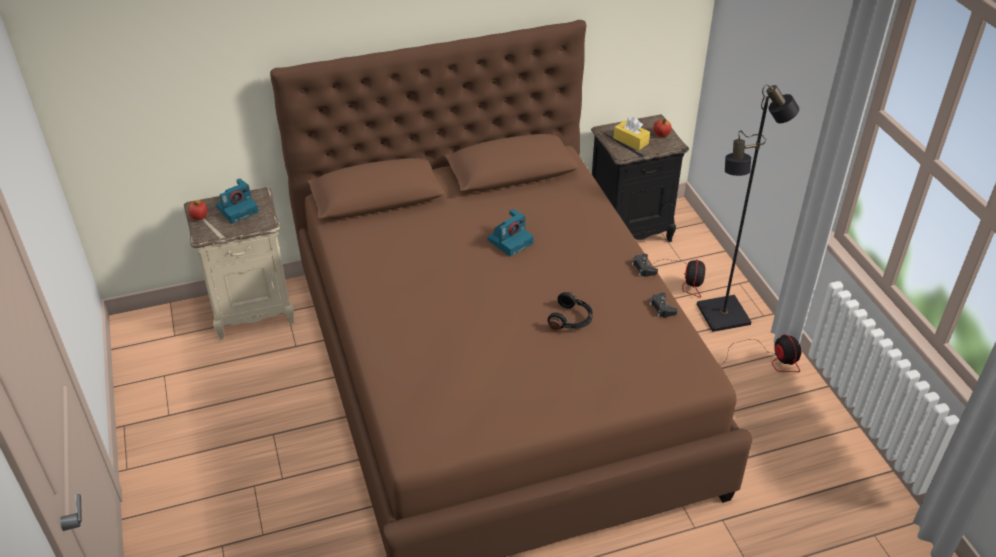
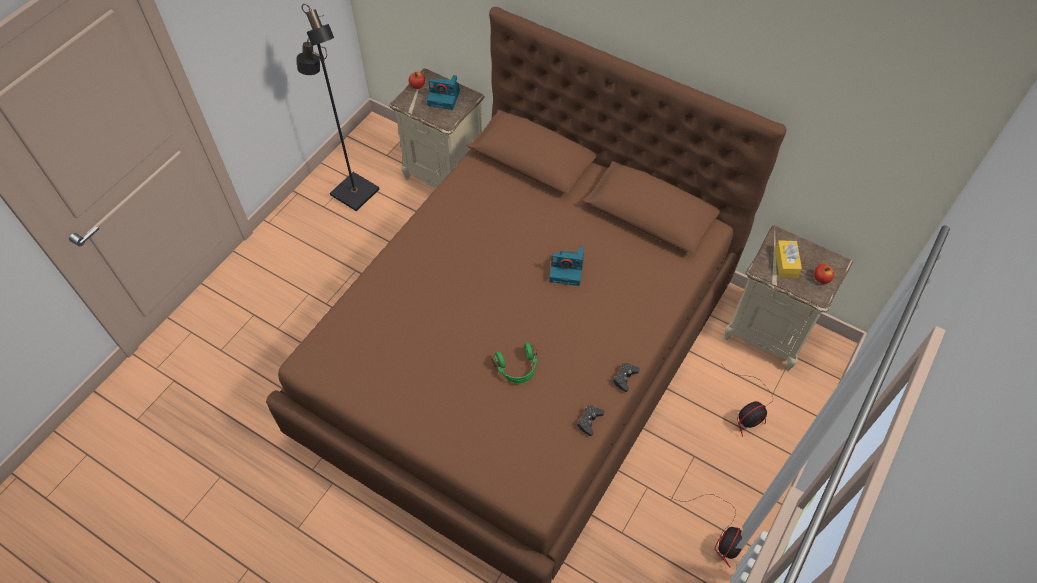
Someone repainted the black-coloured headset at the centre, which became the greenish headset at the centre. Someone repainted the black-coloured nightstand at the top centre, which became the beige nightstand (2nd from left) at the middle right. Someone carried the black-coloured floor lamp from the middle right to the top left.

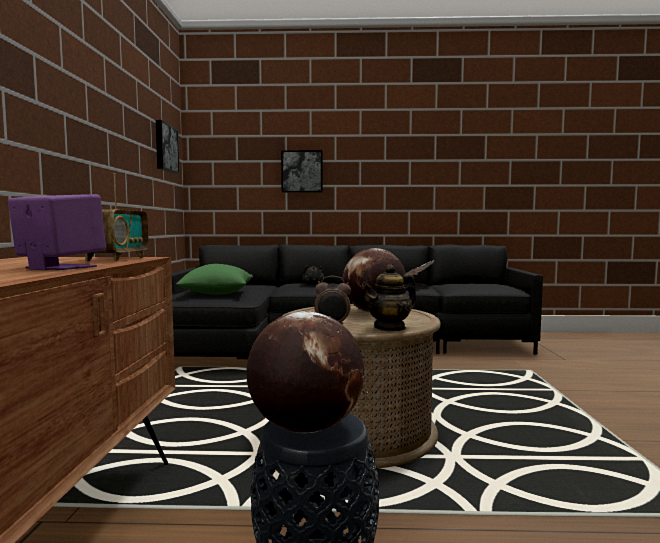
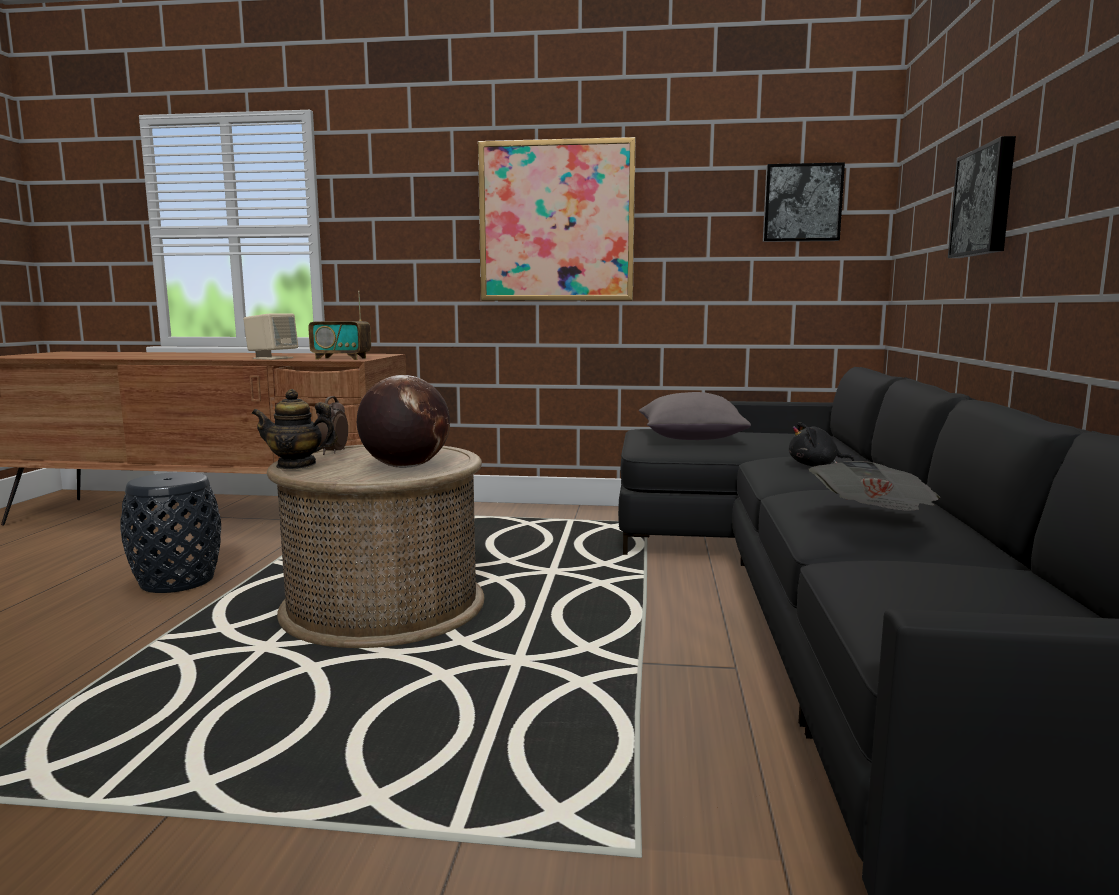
Someone repainted the purple-coloured loudspeaker at the middle left, which became the beige loudspeaker at the middle left. Someone repainted the greenish pillow at the middle left, which became the gray pillow at the centre. Someone took away the world globe (1st from left) at the bottom centre. Someone rotated the teapot at the centre by 60 degrees counterclockwise. Someone put up the wall art (1st from left) at the top centre.

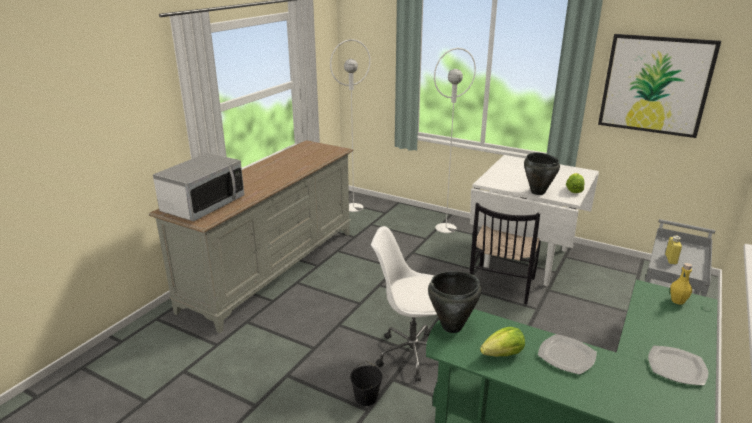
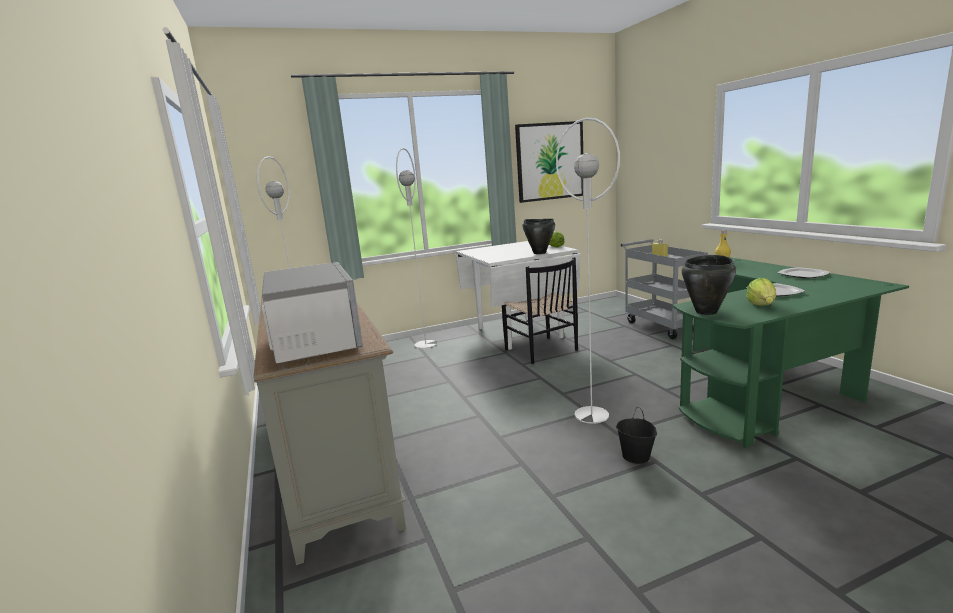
Someone swapped the whitish office chair at the bottom centre for the whitish floor lamp (3rd from left) at the centre.

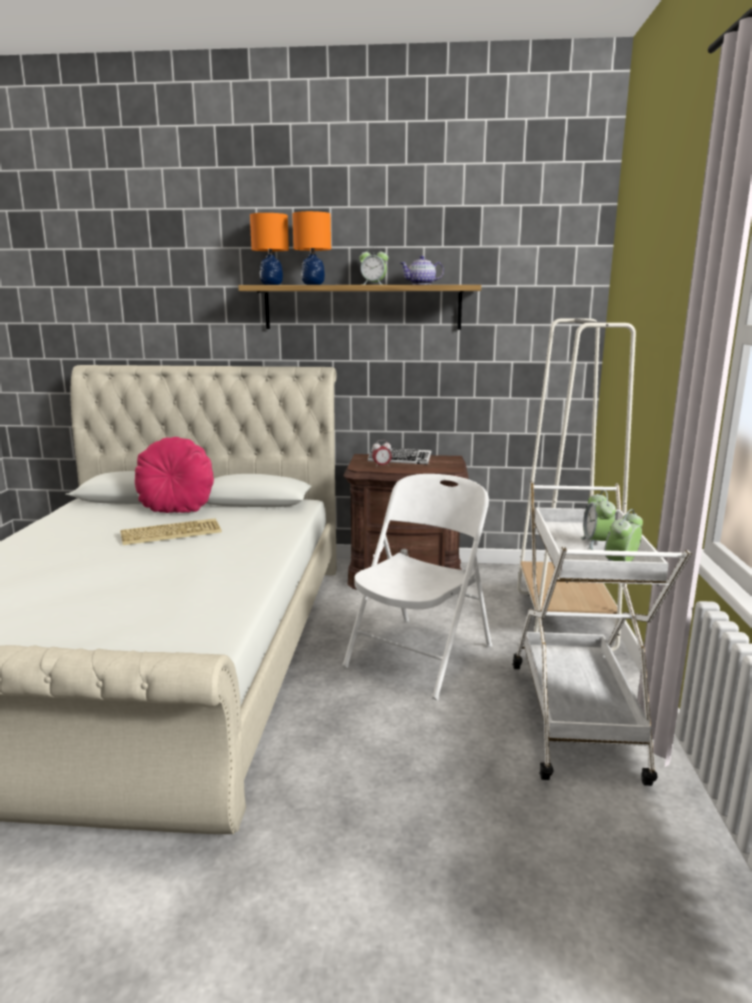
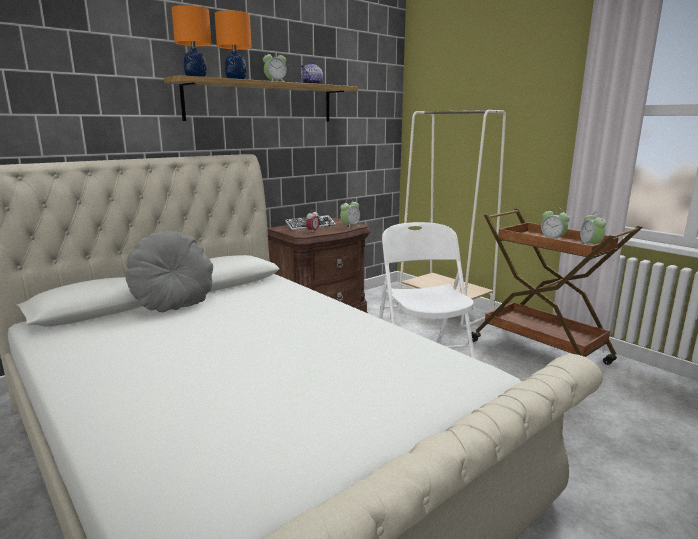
Someone took away the computer keyboard (1st from left) at the middle left. Someone repainted the pinkish pillow at the middle left, which became the gray pillow at the middle left. Someone repainted the whitish cart at the middle right, which became the brown-coloured cart at the middle right. Someone put down the table clock (3rd from left) at the centre.

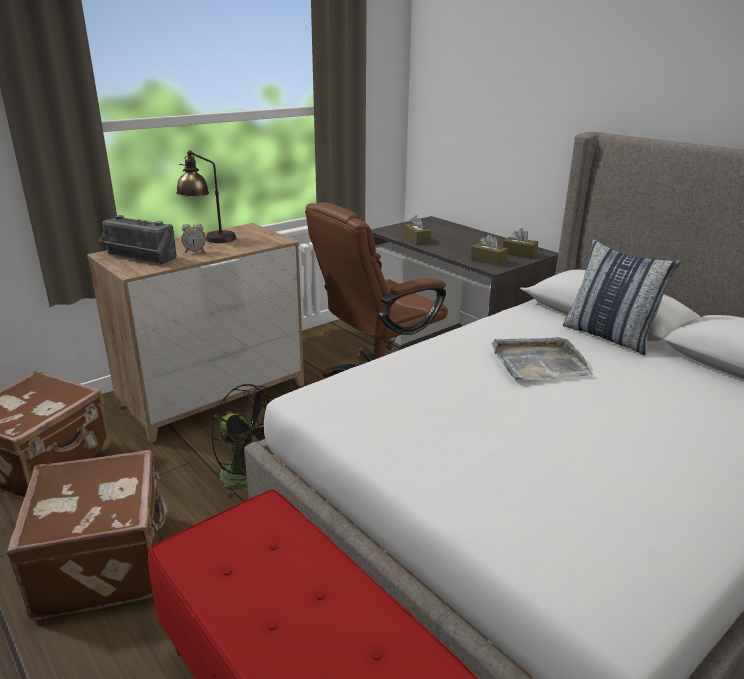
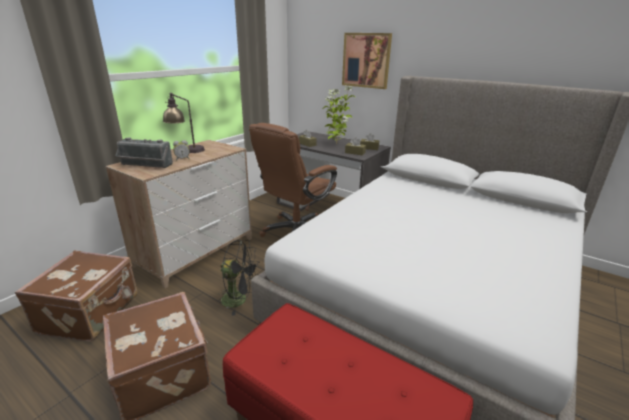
Someone took away the gray serving tray at the middle right. Someone took away the pillow at the middle right. Someone put down the plant in a pot at the top centre. Someone put up the wall art at the top centre.

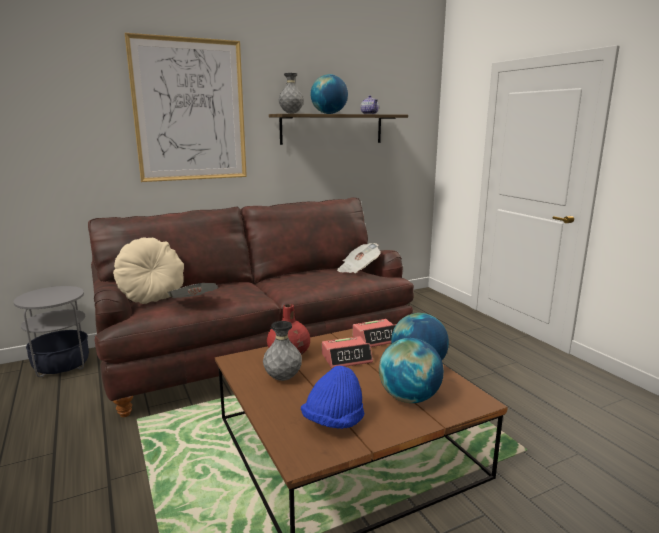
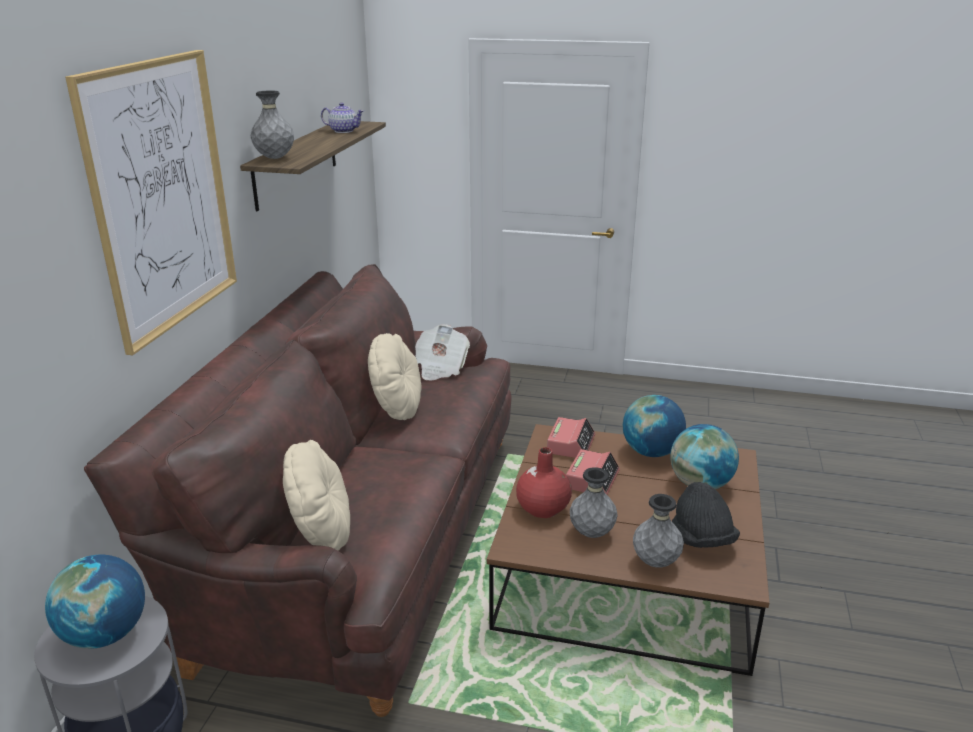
Someone took away the daily paper (1st from left) at the middle left. Someone repainted the blue hat at the bottom centre, which became the black-coloured hat at the bottom right. Someone carried the world globe (1st from left) from the top centre to the bottom left. Someone put down the beige pillow (2nd from left) at the centre. Someone put down the gray decorative vase (3rd from left) at the bottom right.

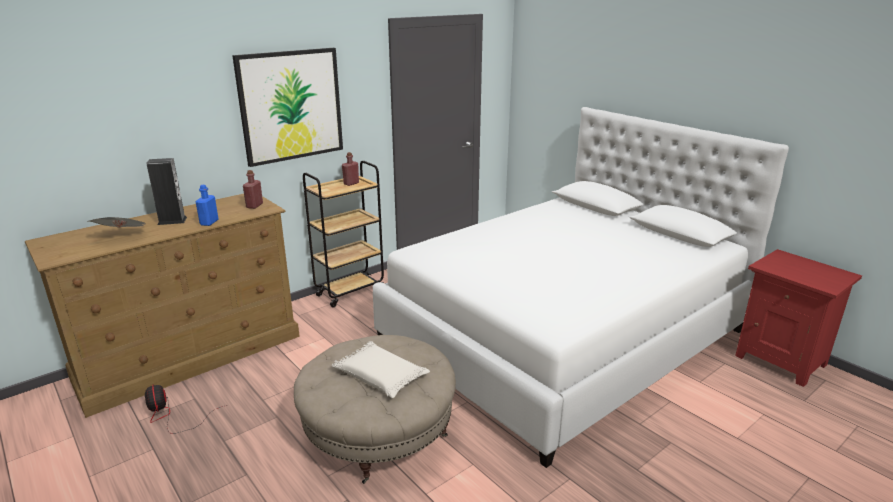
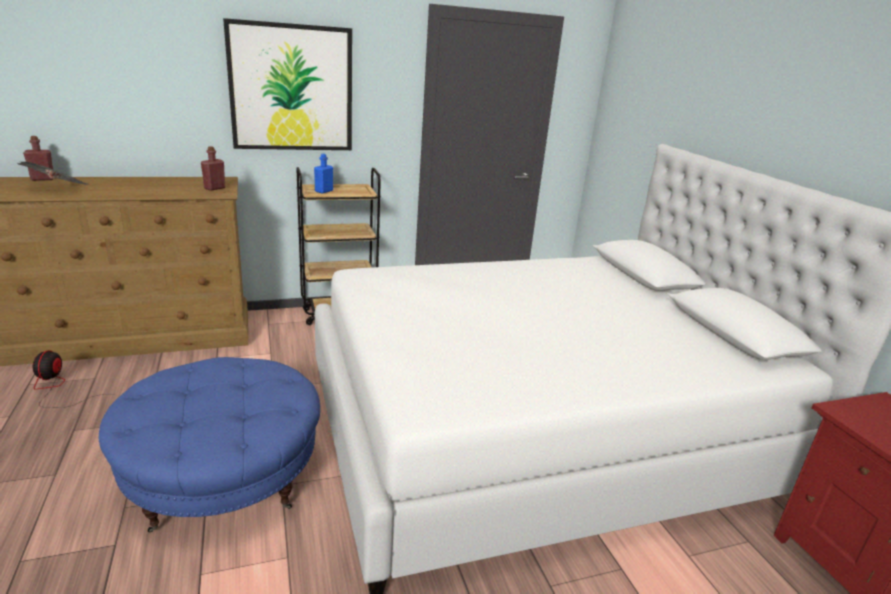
Someone took away the loudspeaker at the middle left. Someone carried the blue bottle from the middle left to the top centre. Someone repainted the beige pouffe at the bottom centre, which became the blue pouffe at the bottom left. Someone took away the whitish pillow at the bottom centre. Someone carried the red-coloured bottle (2nd from left in the first image) from the centre to the top left.

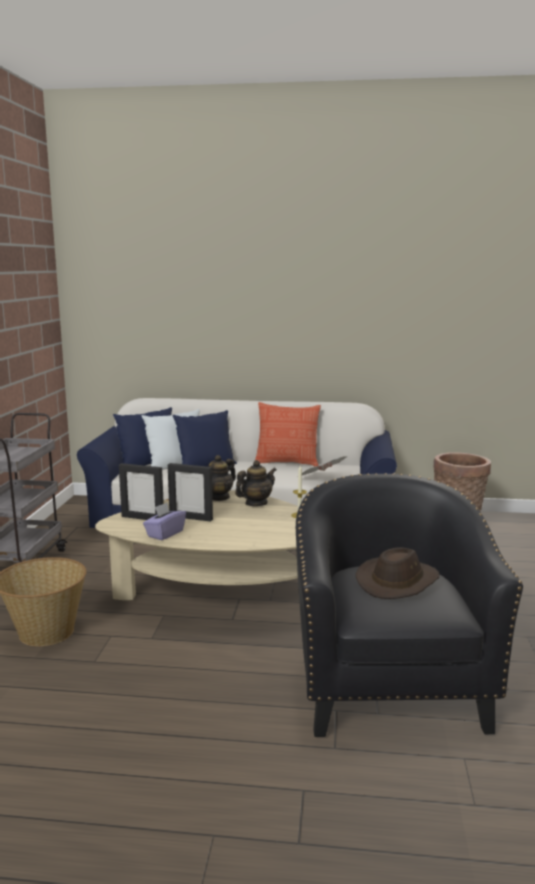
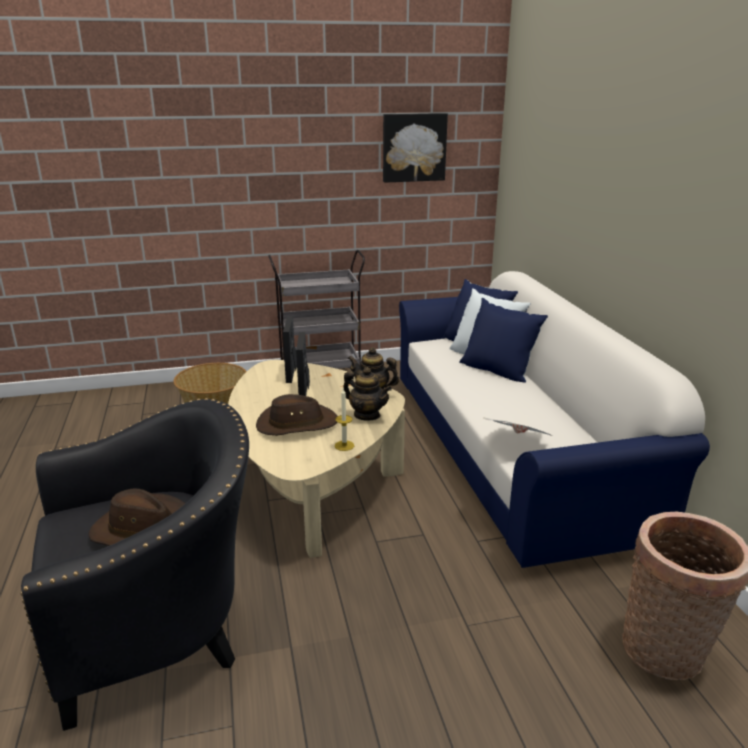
Someone took away the purple-coloured box of tissues at the middle left. Someone took away the orange-coloured pillow at the centre. Someone put down the brown-coloured hat (2nd from left) at the centre. Someone put up the wall art at the top centre.

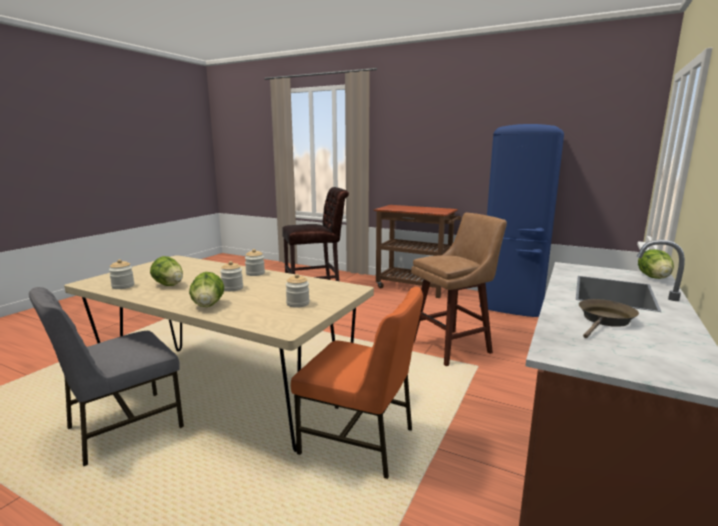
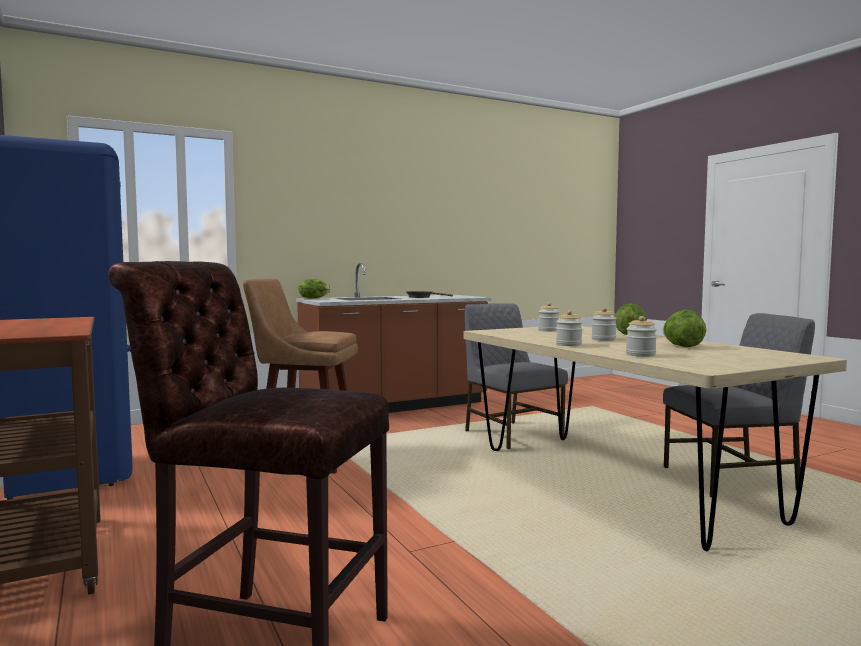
Someone carried the storage jar (1st from left in the first image) from the middle left to the middle right. Someone repainted the orange-coloured upright chair at the bottom centre, which became the gray upright chair (1st from left) at the centre.

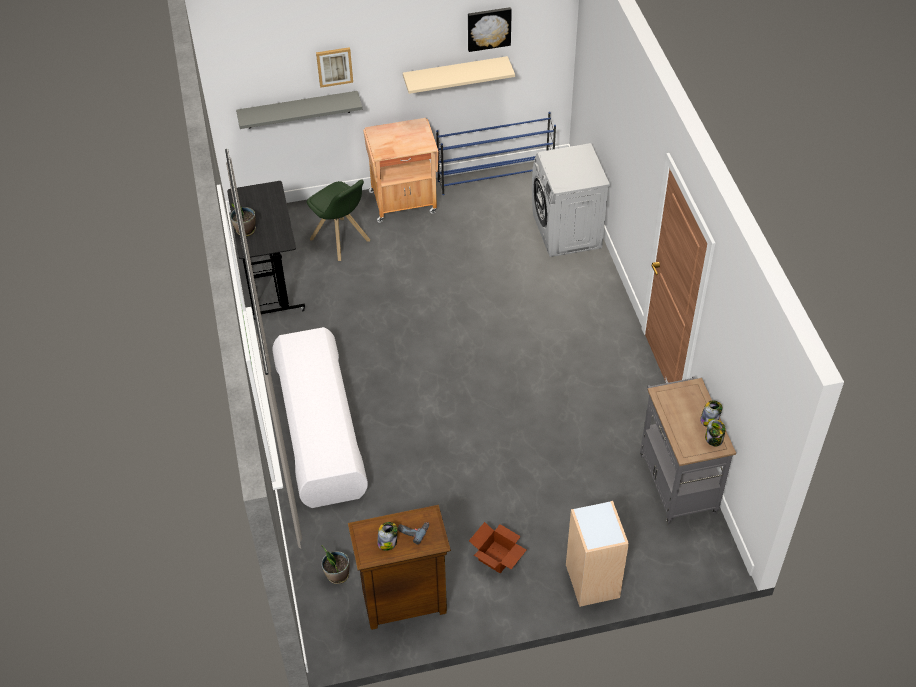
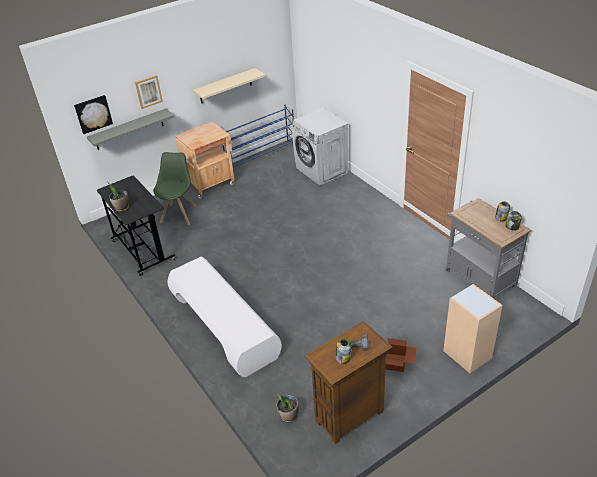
Someone rotated the greenish upright chair at the top centre by 105 degrees counterclockwise. Someone carried the wall art (2nd from left in the first image) from the top centre to the top left.

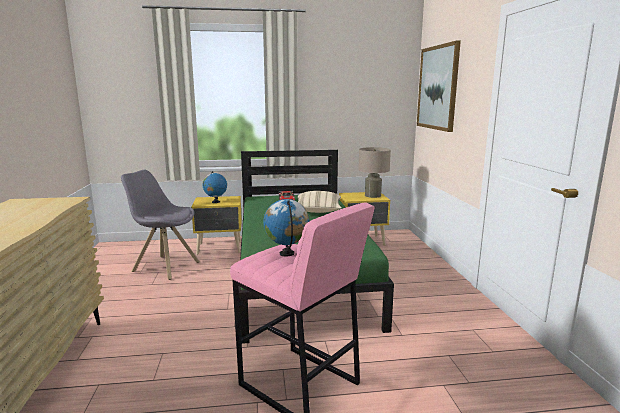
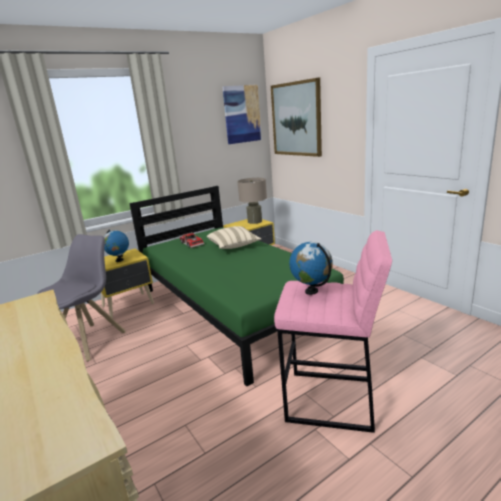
Someone rotated the gray upright chair at the middle left by 120 degrees clockwise. Someone put up the wall art (1st from left) at the top centre.

